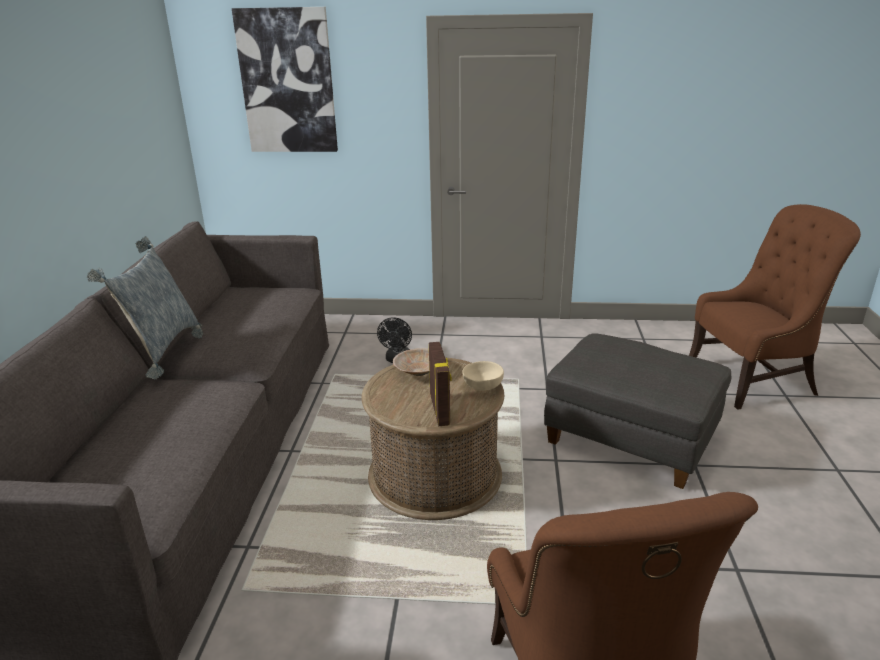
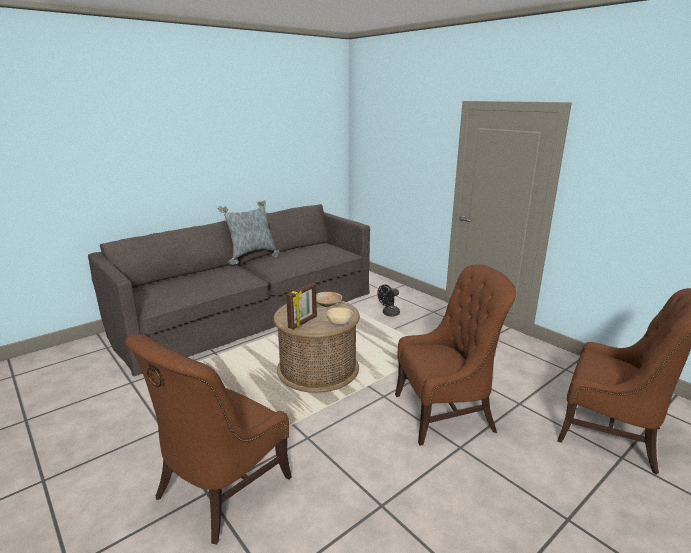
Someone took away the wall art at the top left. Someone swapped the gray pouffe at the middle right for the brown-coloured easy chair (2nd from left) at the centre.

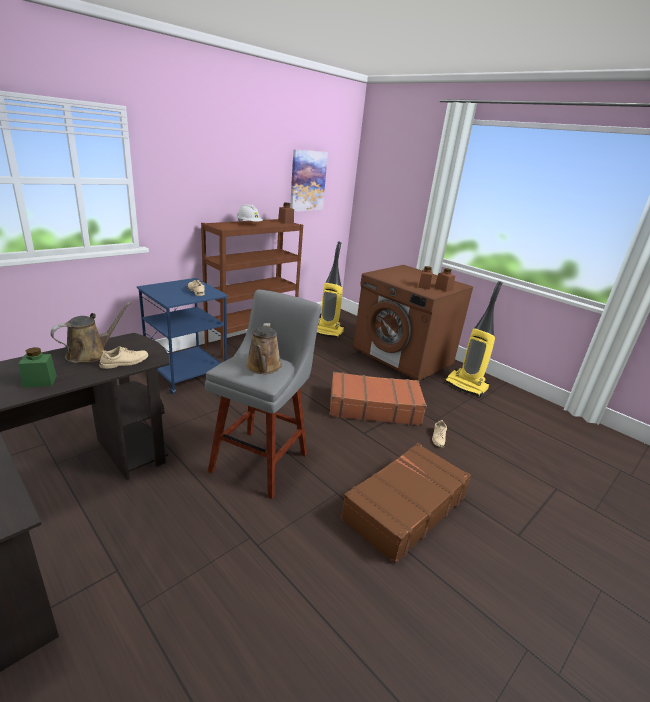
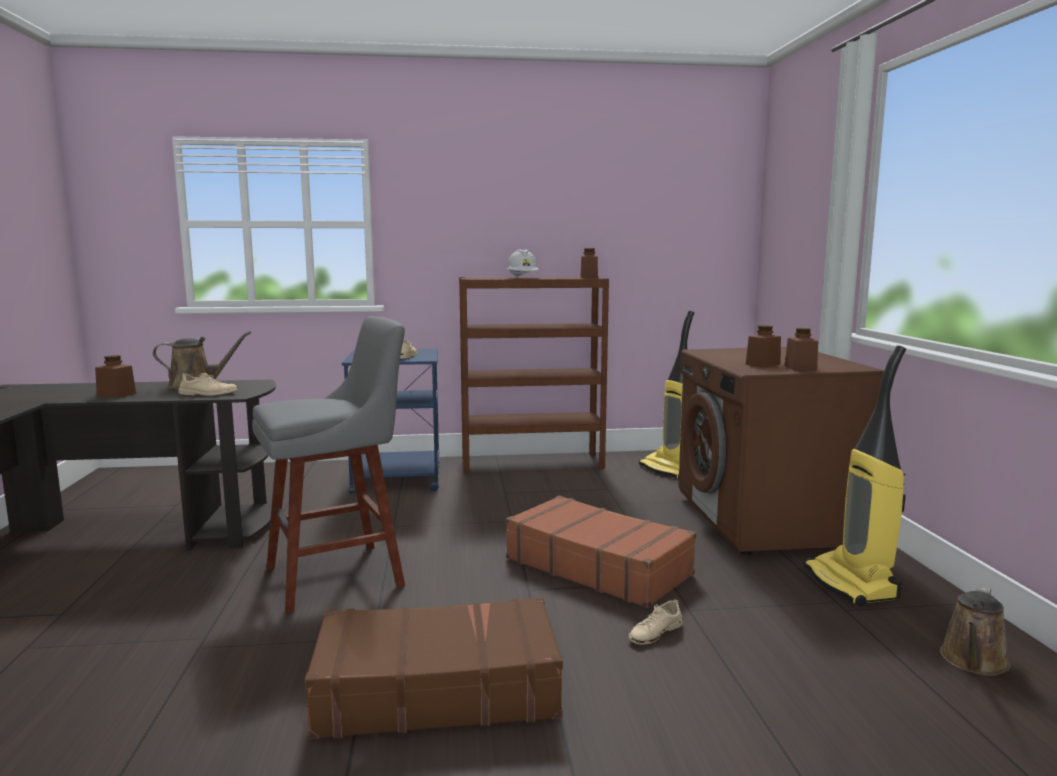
Someone repainted the greenish storage jar at the middle left, which became the brown-coloured storage jar (1st from left) at the middle left. Someone carried the brown-coloured watering can (2nd from left) from the centre to the bottom right. Someone took away the wall art at the top centre.

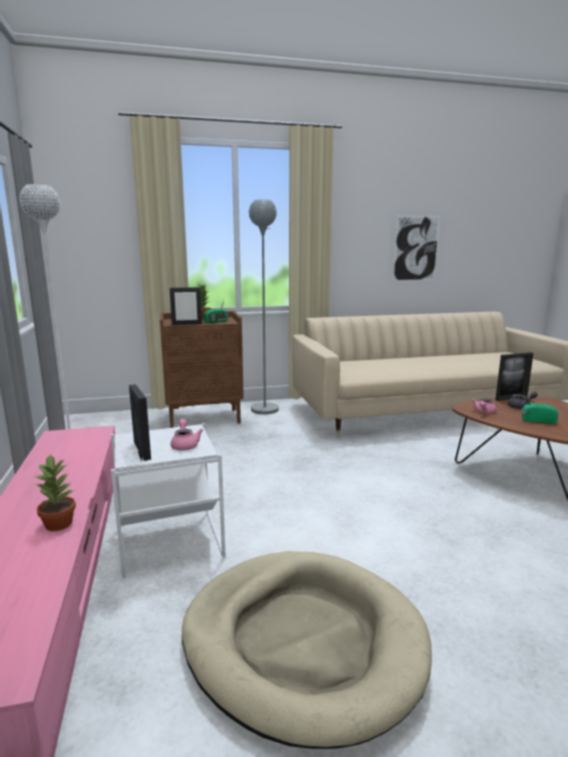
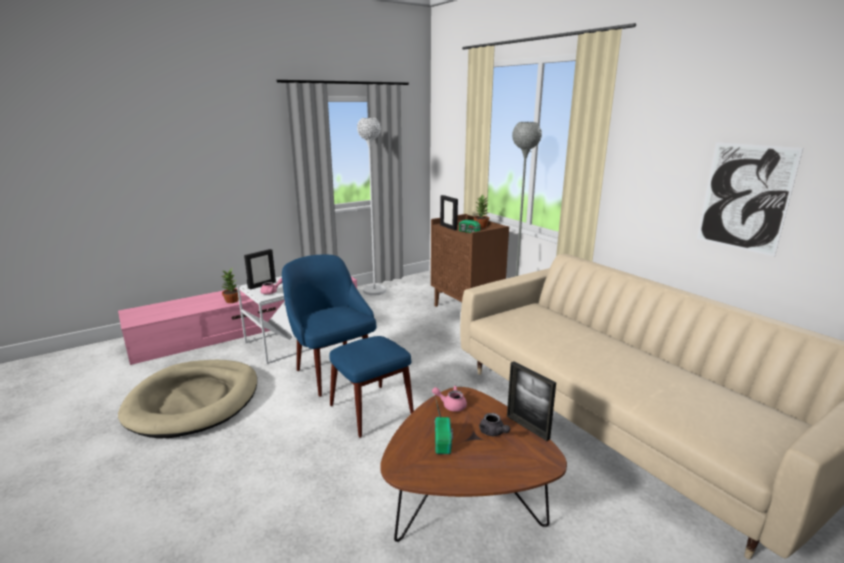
Someone put down the blue easy chair at the centre.

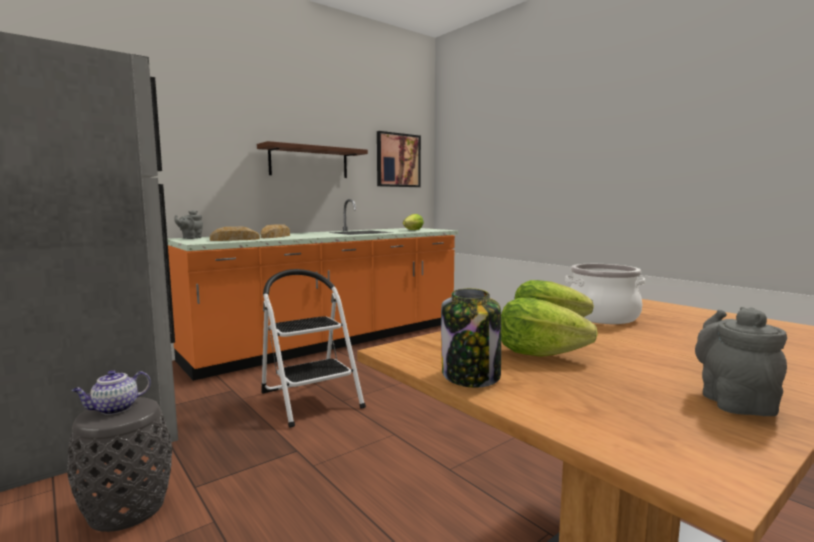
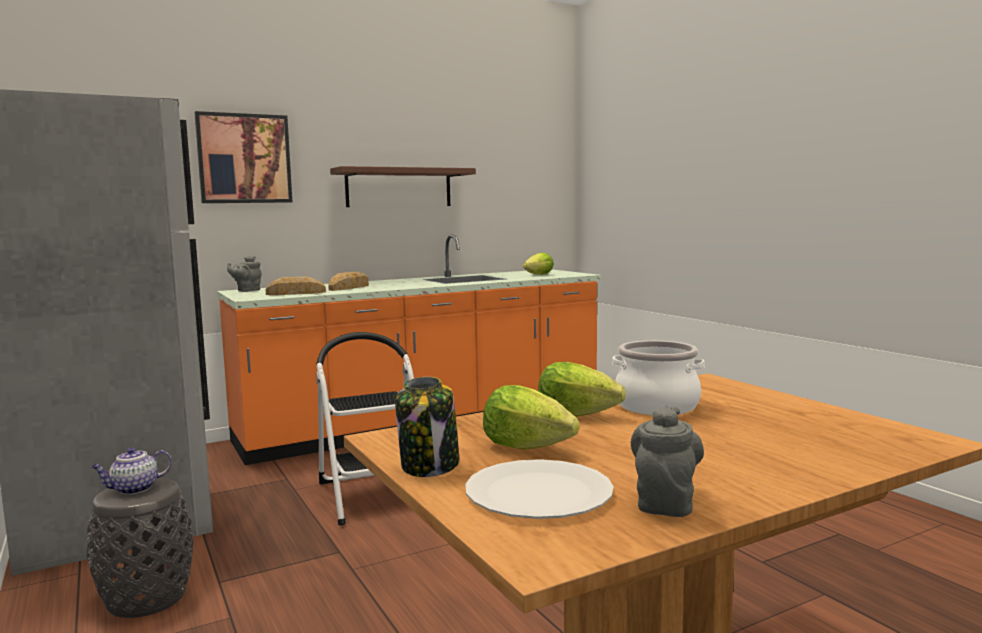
Someone carried the wall art from the top centre to the top left. Someone put down the whitish flat dish at the bottom centre.

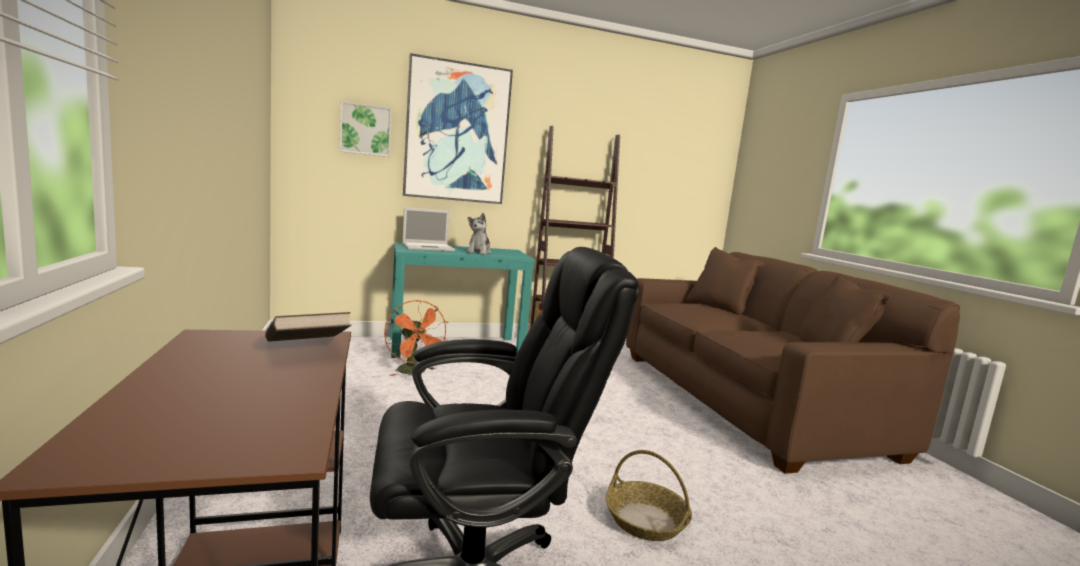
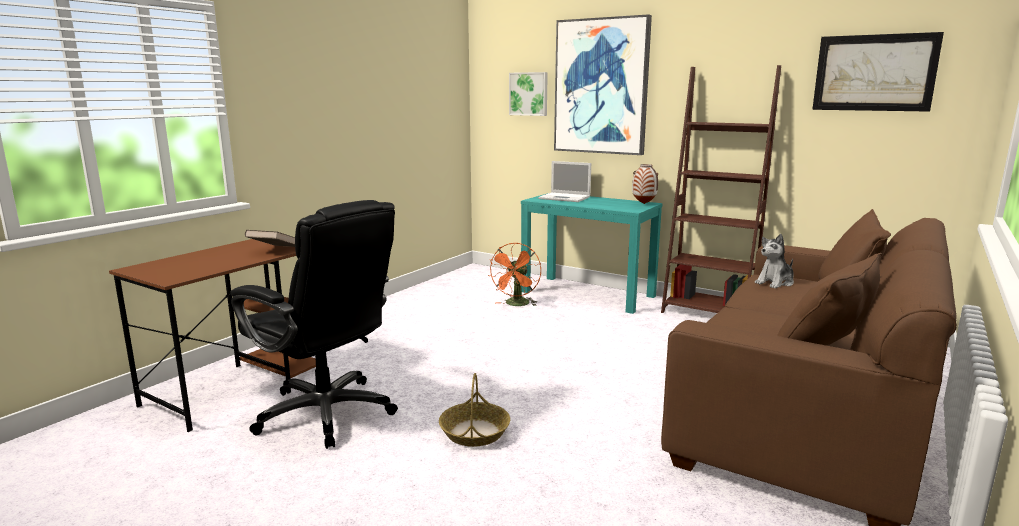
Someone carried the soft toy from the centre to the middle right. Someone put down the decorative vase at the centre. Someone put up the wall art (3rd from left) at the top right.

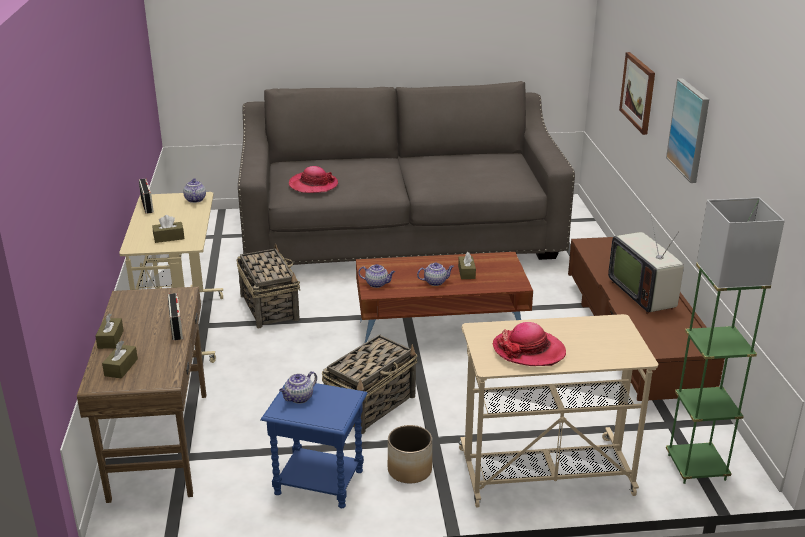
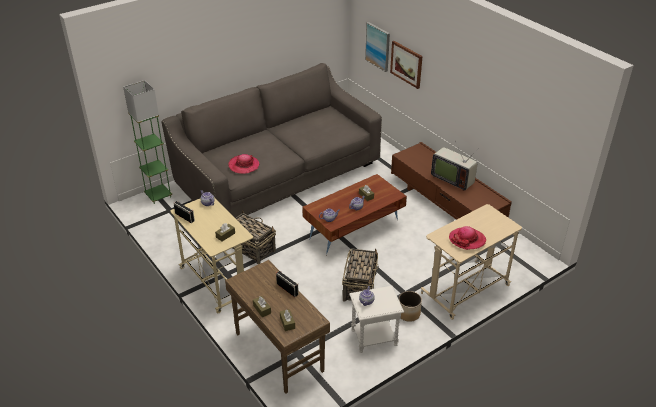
Someone repainted the blue accent table at the bottom centre, which became the whitish accent table at the bottom centre. Someone carried the wall art (2nd from left in the first image) from the top right to the top centre. Someone carried the greenish floor lamp from the middle right to the middle left.

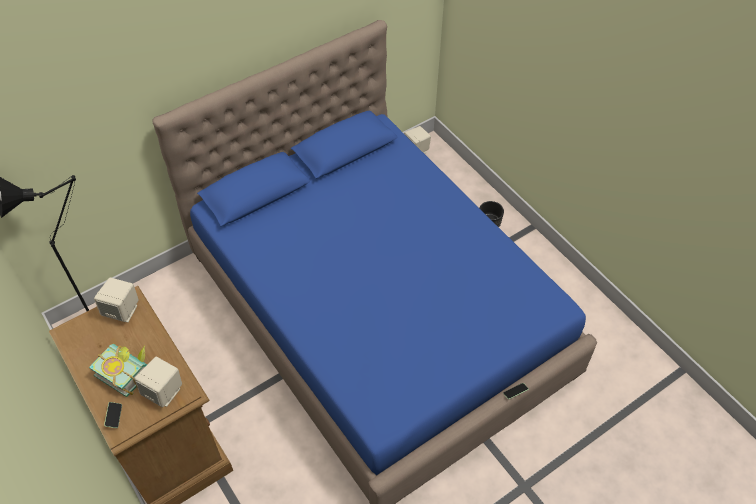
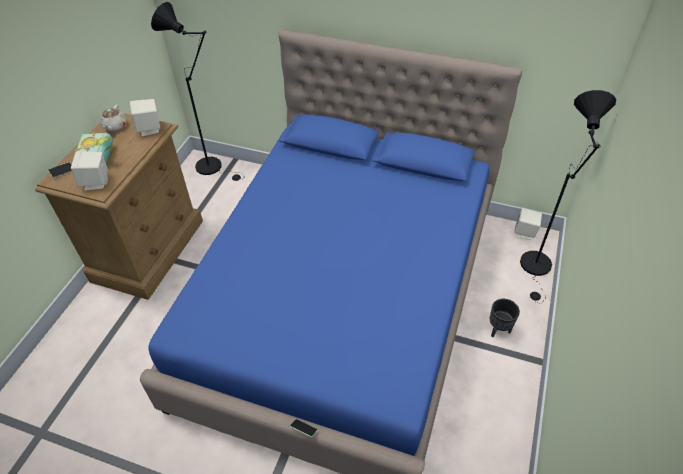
Someone put down the beige teapot at the top left. Someone put down the black-coloured floor lamp (2nd from left) at the middle right.

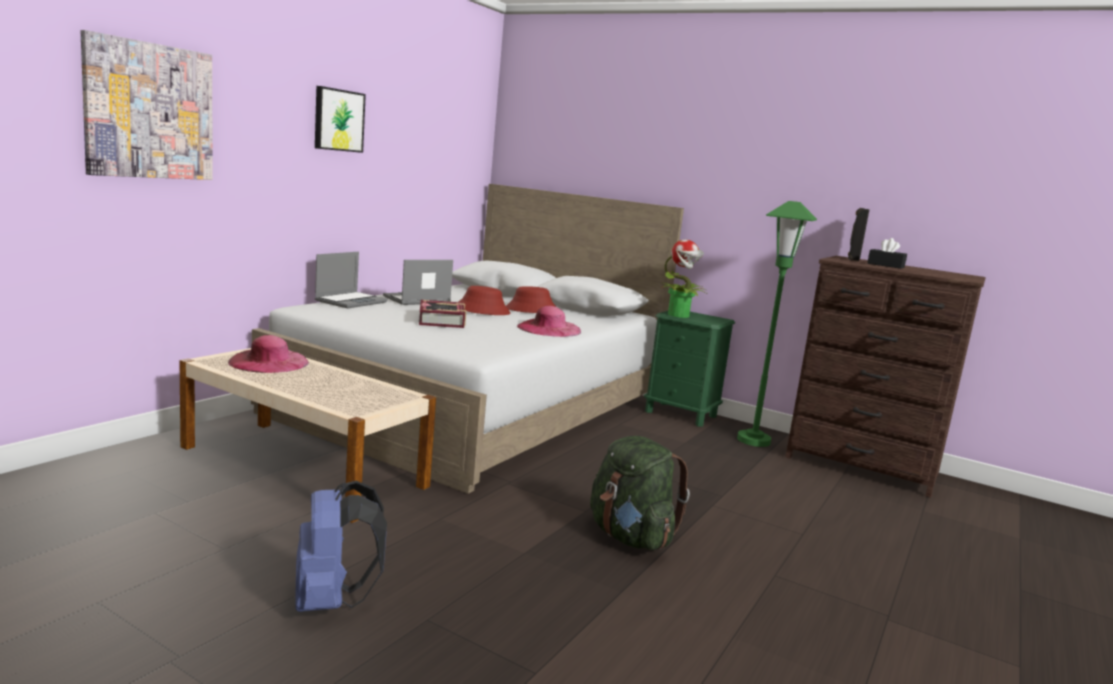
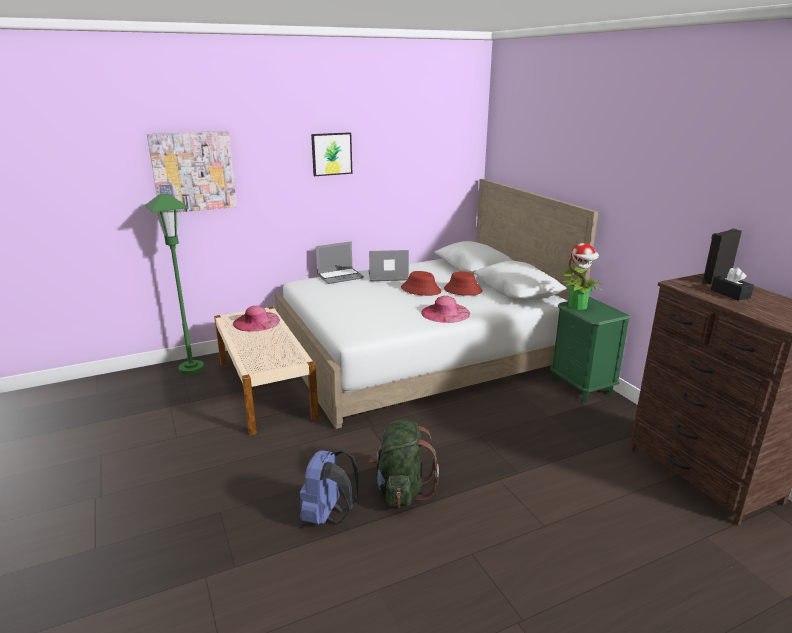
Someone carried the blue rucksack from the bottom left to the bottom centre. Someone took away the book at the centre. Someone carried the greenish floor lamp from the middle right to the middle left.

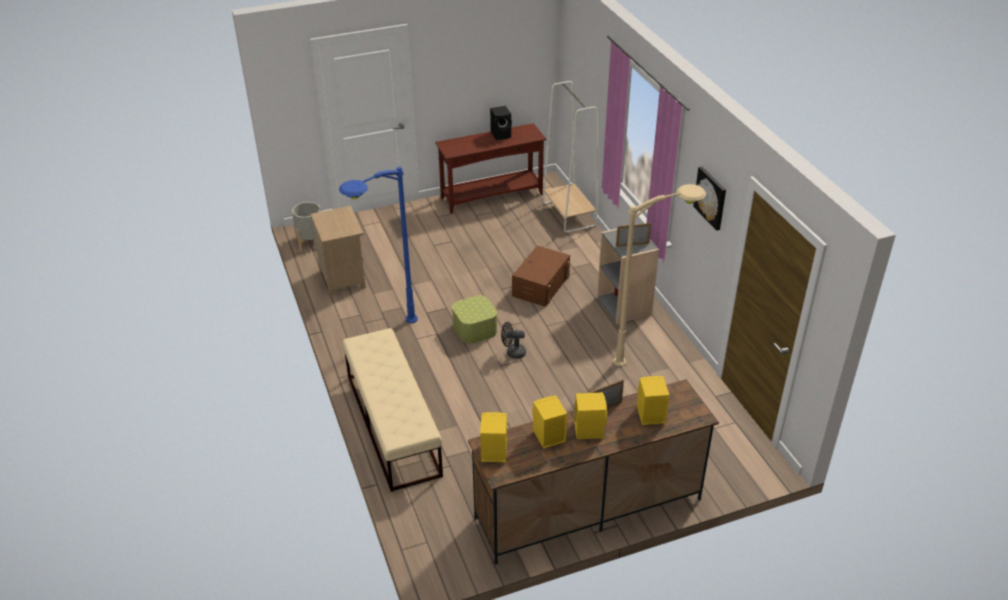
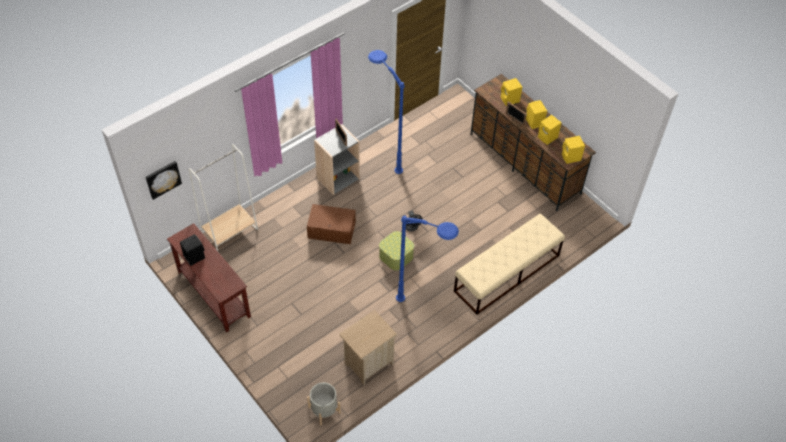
Someone repainted the beige floor lamp at the centre, which became the blue floor lamp (1st from left) at the top centre. Someone carried the wall art from the top right to the middle left.

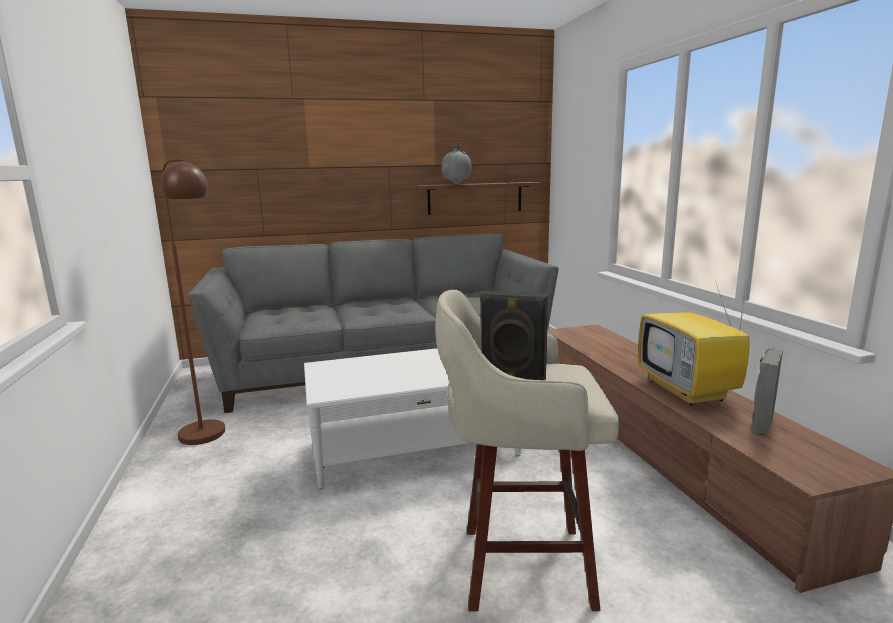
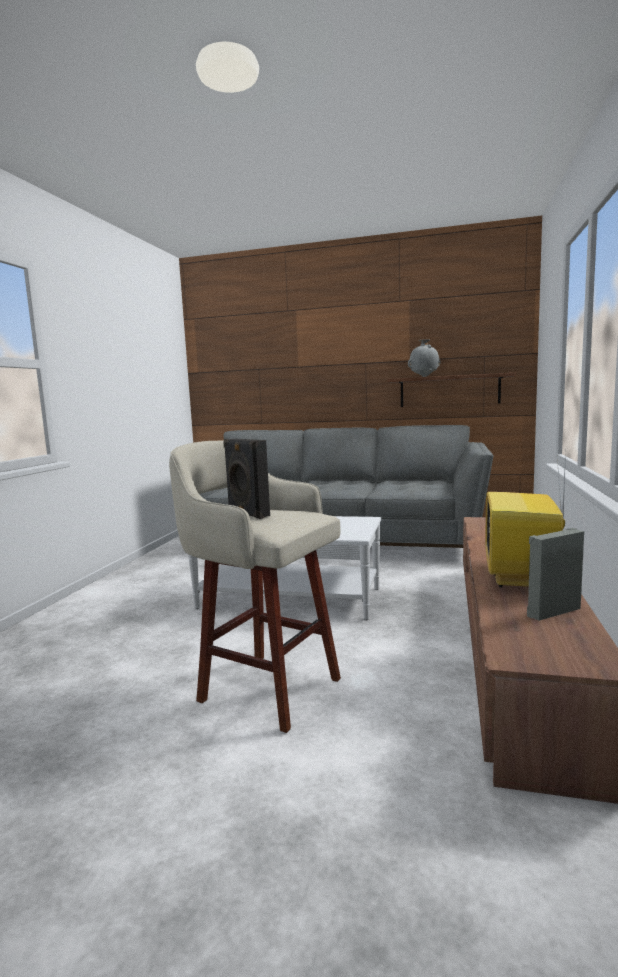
Someone took away the brown-coloured floor lamp at the middle left.

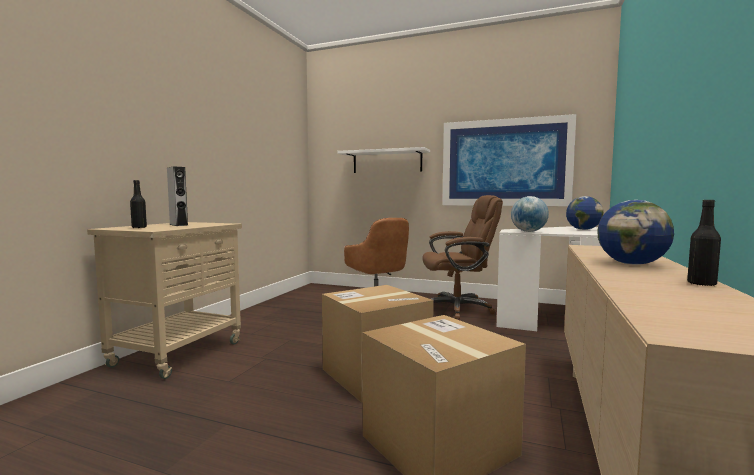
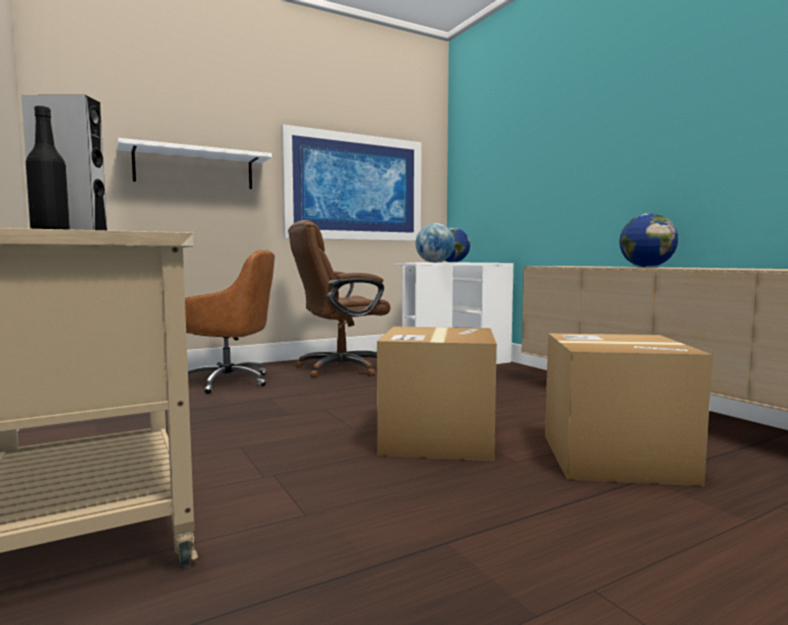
Someone rotated the brown-coloured office chair (2nd from left) at the centre by 150 degrees counterclockwise. Someone took away the black-coloured bottle (2nd from left) at the middle right.

